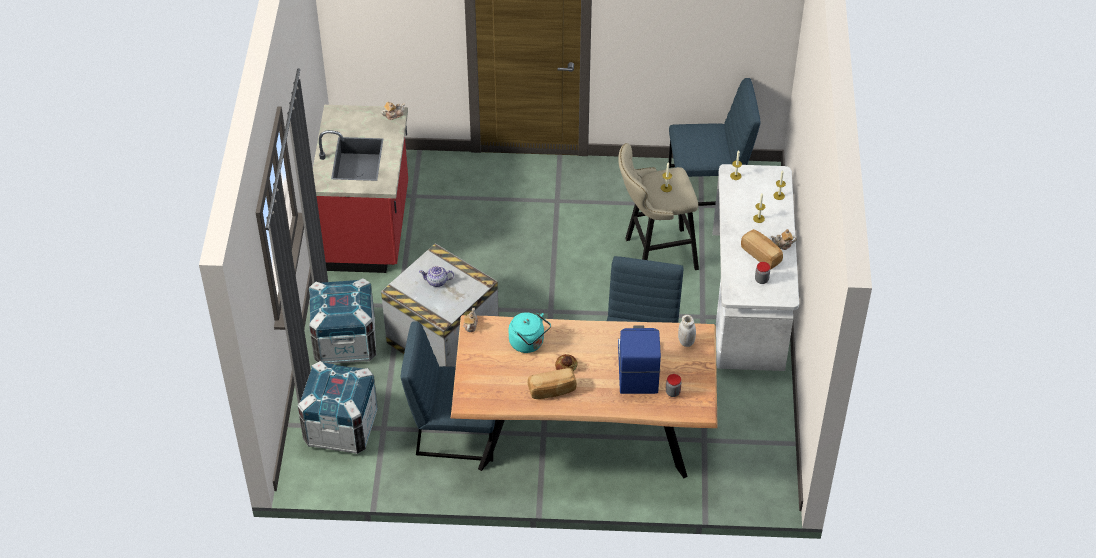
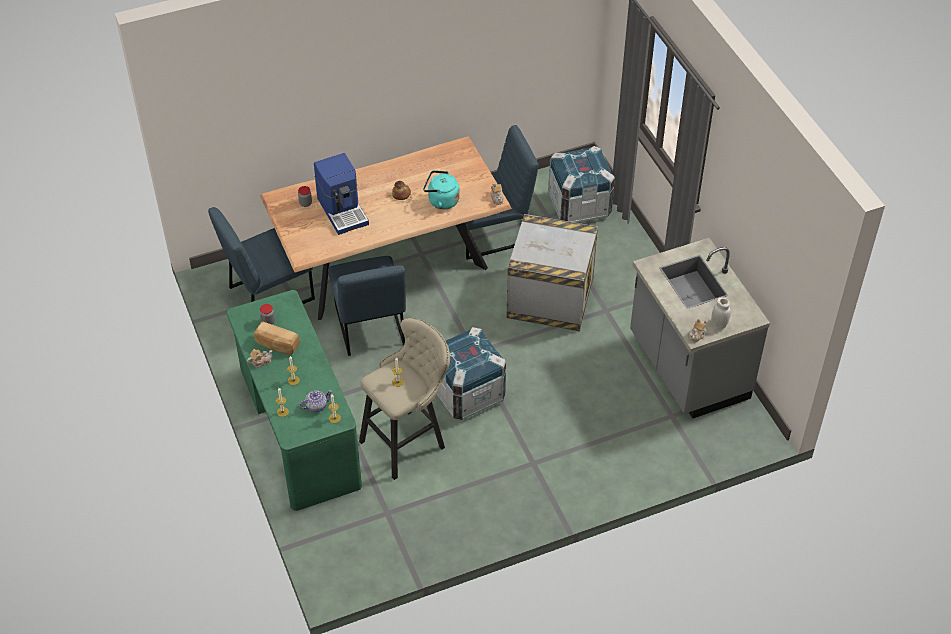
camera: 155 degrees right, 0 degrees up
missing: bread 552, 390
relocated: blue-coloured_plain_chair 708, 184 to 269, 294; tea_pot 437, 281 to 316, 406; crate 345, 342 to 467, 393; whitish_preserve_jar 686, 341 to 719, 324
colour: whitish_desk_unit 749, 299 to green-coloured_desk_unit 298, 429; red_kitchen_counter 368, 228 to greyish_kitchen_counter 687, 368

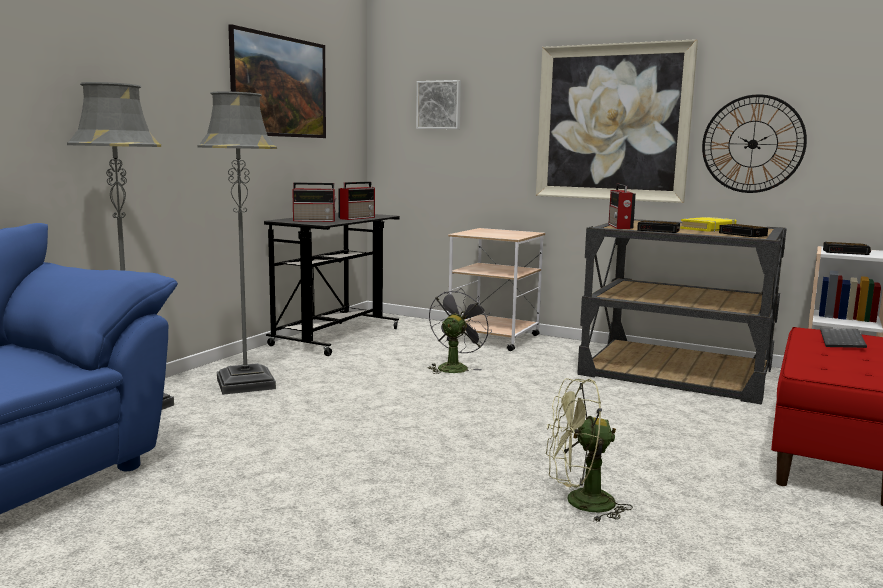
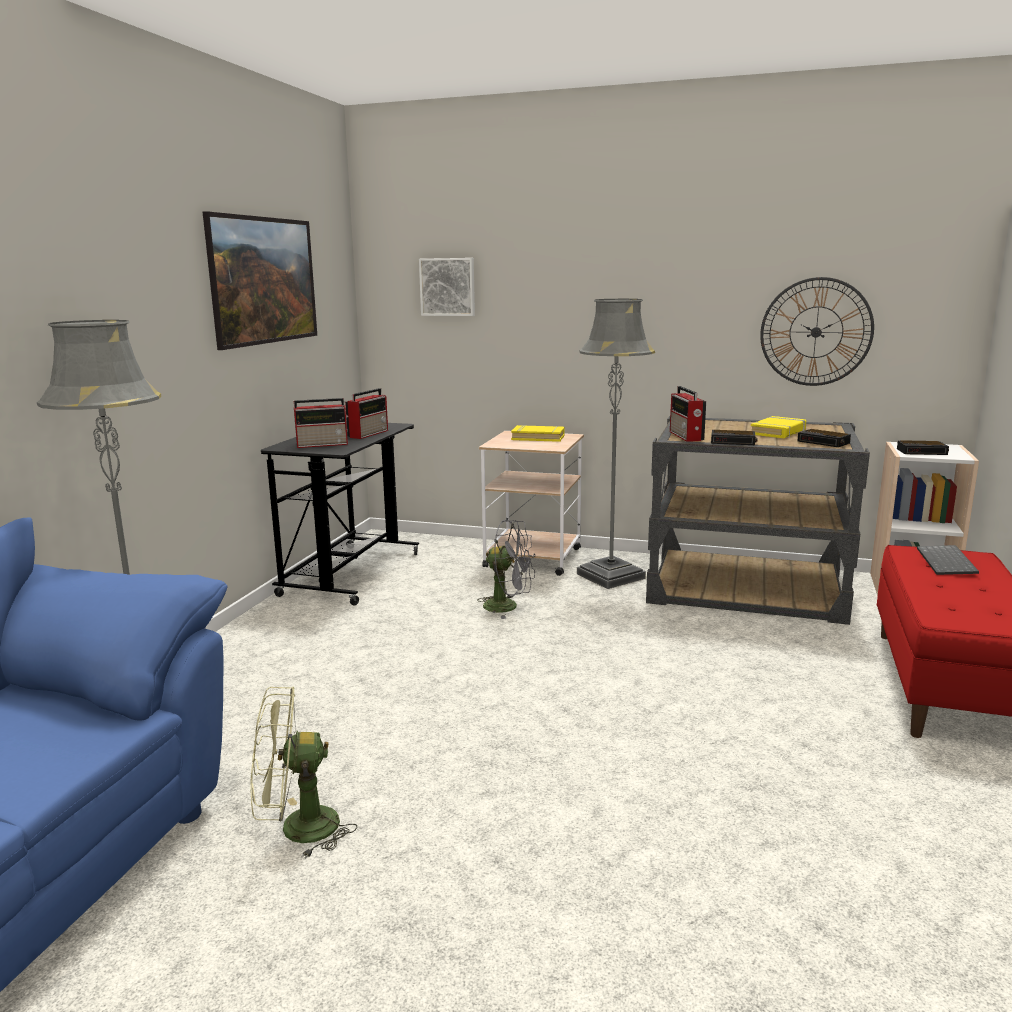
camera: 10 degrees left, 5 degrees up
missing: wall_art 612, 123
appeared: yellowish_book 538, 437
relocated: green-coloured_cooling_fan 580, 503 to 297, 829; greyish_standing_lamp 246, 384 to 611, 576
spun: greyish_cooling_fan 455, 367 = 508, 607 90 degrees clockwise

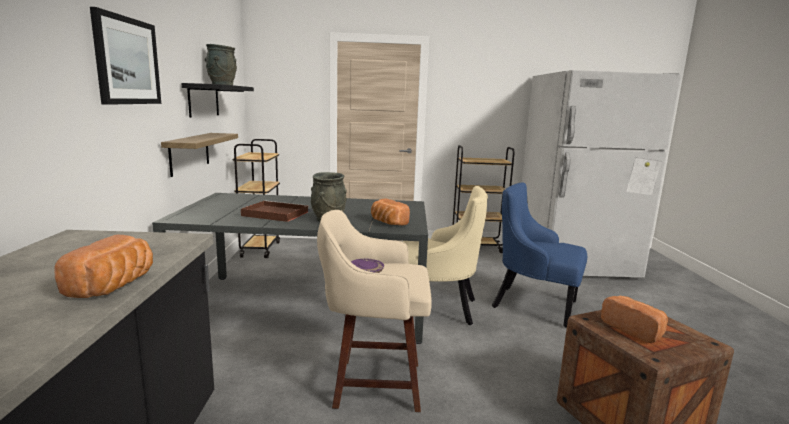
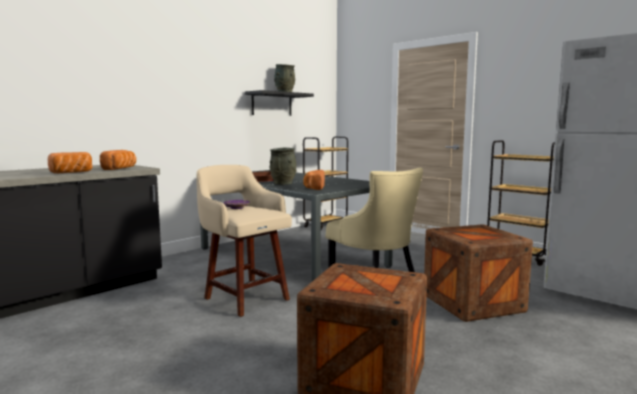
camera: 45 degrees right, 5 degrees down
missing: wall_art 127, 61; wall_shelf 189, 153
relocated: bread 634, 330 to 121, 169
exchanged: blue-coloured_plain_chair 536, 305 to crate 472, 303

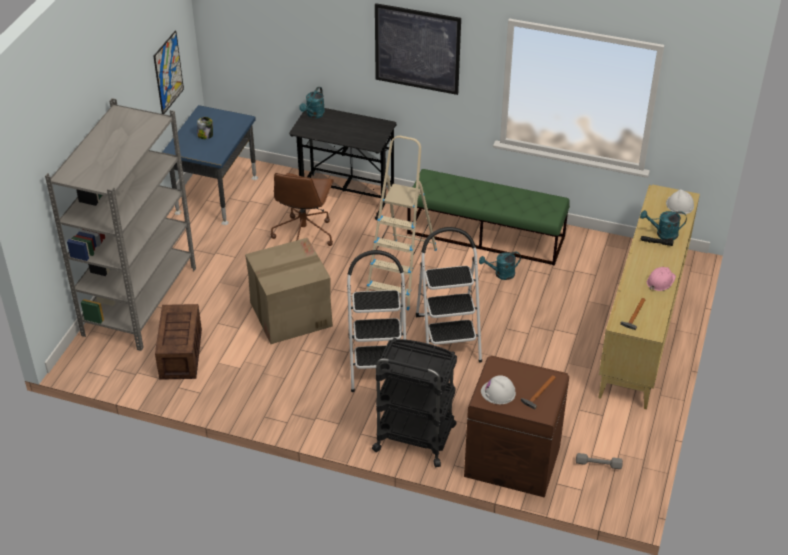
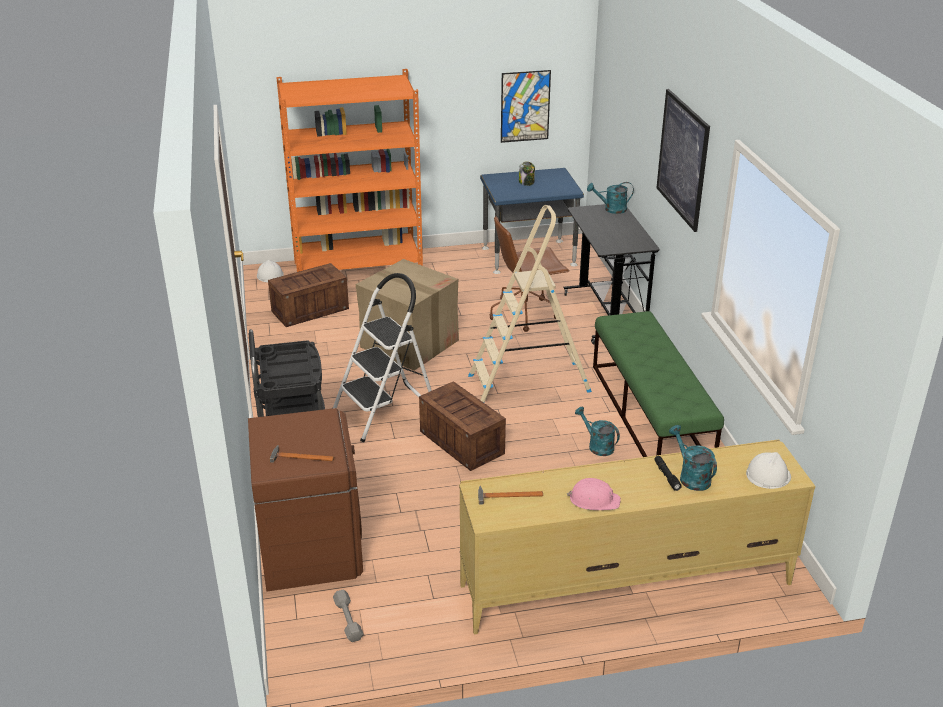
camera: 60 degrees right, 10 degrees down
relocated: whitish_work_helmet 498, 392 to 270, 275
exchanged: step_ladder 448, 337 to crate 463, 443
colour: greyish_bookcase 140, 301 to orangey_bookcase 358, 271

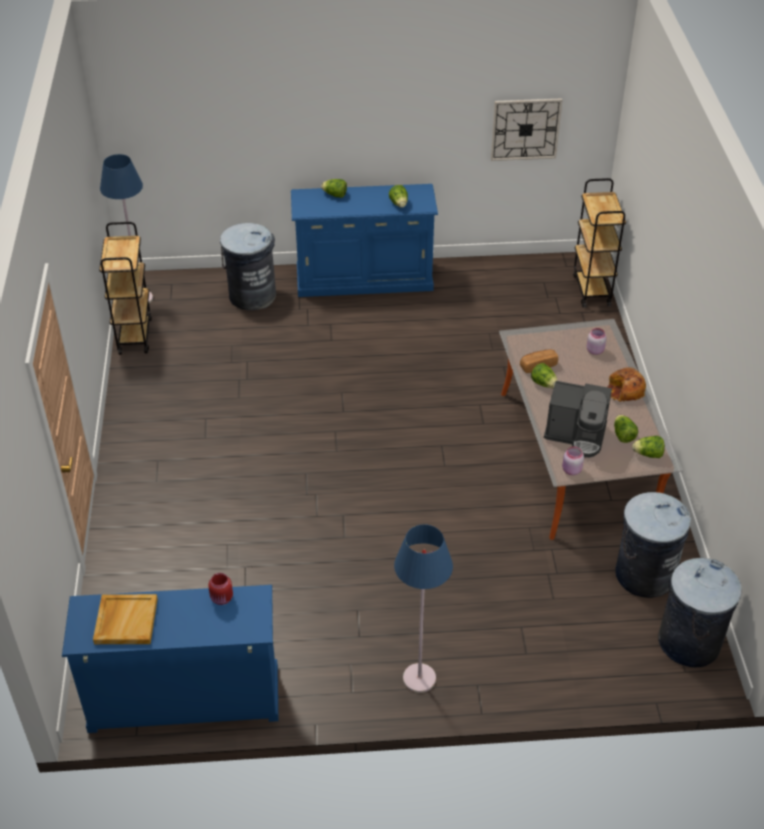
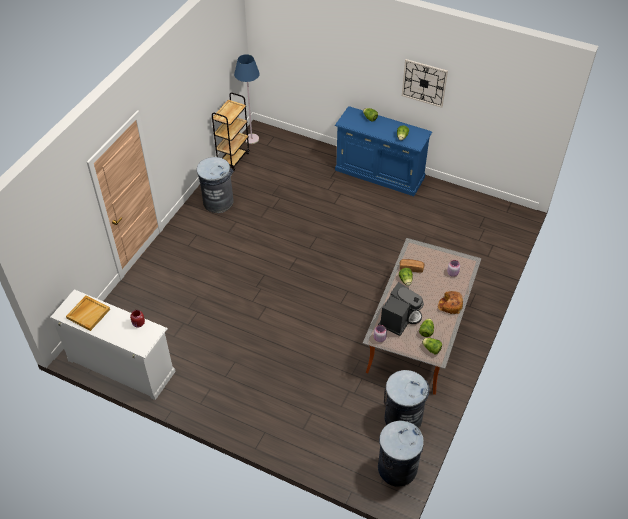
camera: 30 degrees right, 5 degrees up
missing: blue-coloured_standing_lamp 419, 678; brownish_trolley 592, 291
relocated: greyish_rubbish_bin 252, 295 to 218, 202; wall_clock 525, 129 to 424, 83
colour: blue-coloured_cupboard 184, 698 to whitish_cupboard 121, 366
spun: coffee_machine 576, 435 = 399, 319 105 degrees counterclockwise

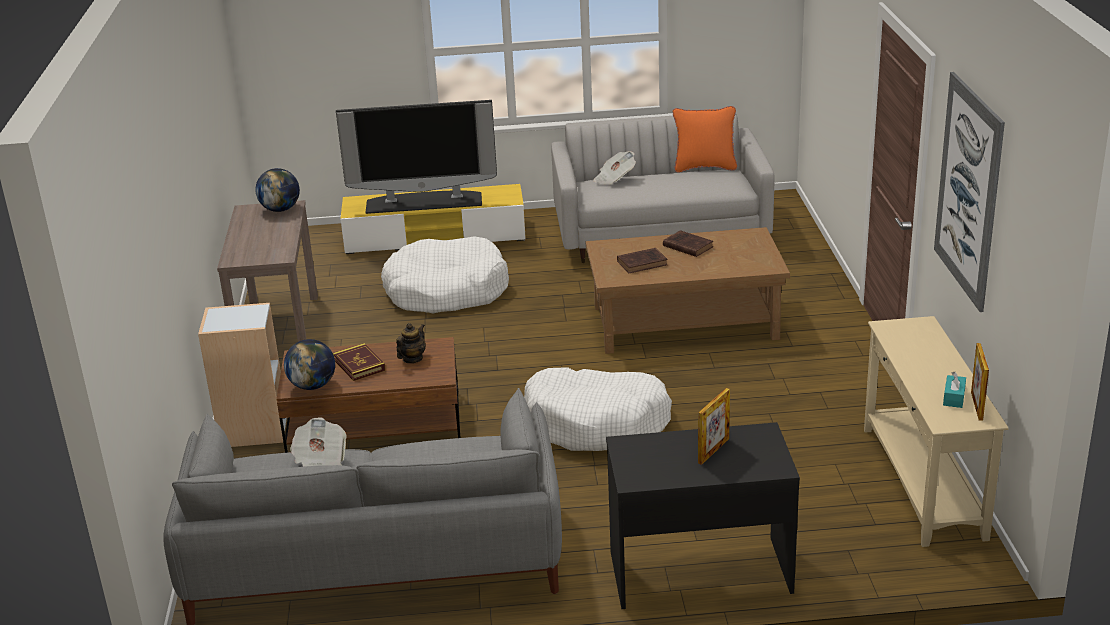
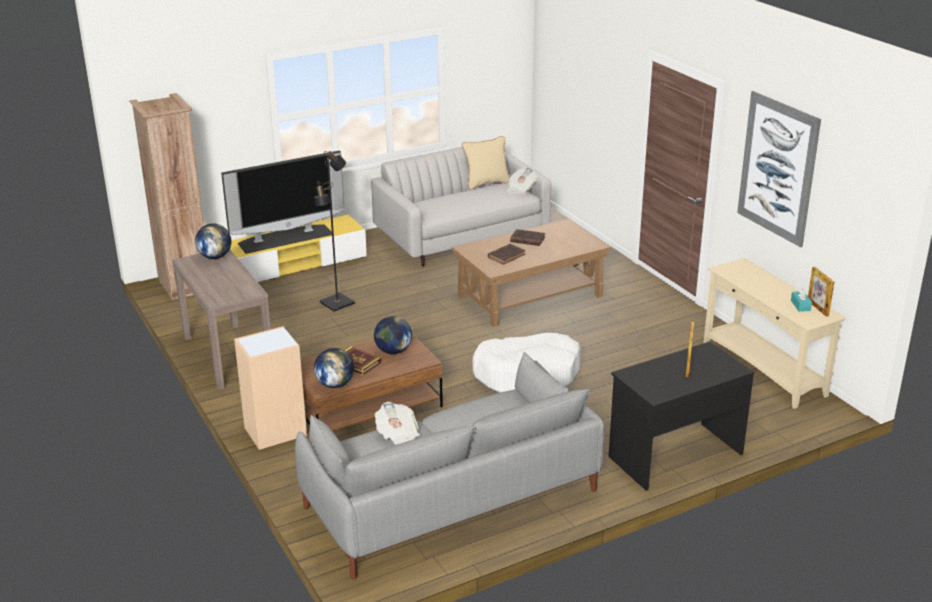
camera: 25 degrees left, 0 degrees up
appeared: brownish_cupboard 185, 285
relocated: printed_paper 614, 179 to 520, 189
exchanged: whitish_dog_cushion 446, 291 to black-coloured_standing_lamp 337, 303; tea_pot 412, 359 to globe 393, 351
colour: orangey_throw_pillow 704, 167 to beige-coloured_throw_pillow 486, 183

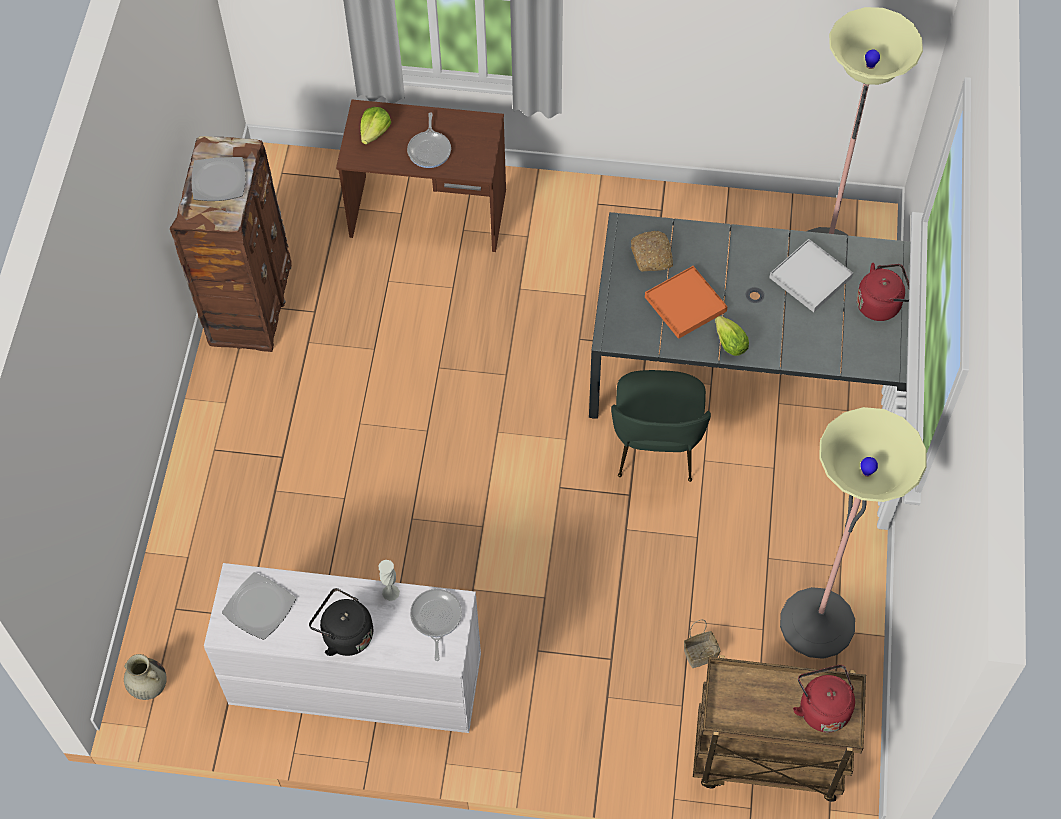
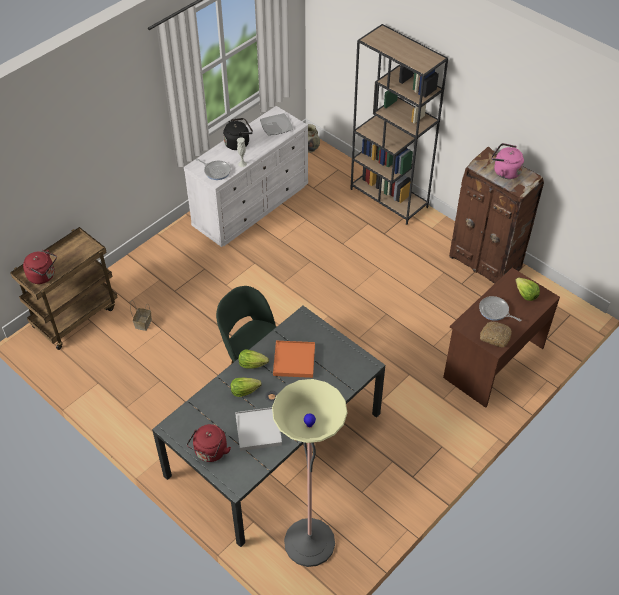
camera: 125 degrees right, 10 degrees down
missing: standing_lamp 817, 623
appeared: head_of_lettuce 244, 391; bookcase 389, 198
relocated: bread 652, 256 to 495, 337
exchanged: plate 218, 181 to pink-coloured_kettle 504, 171

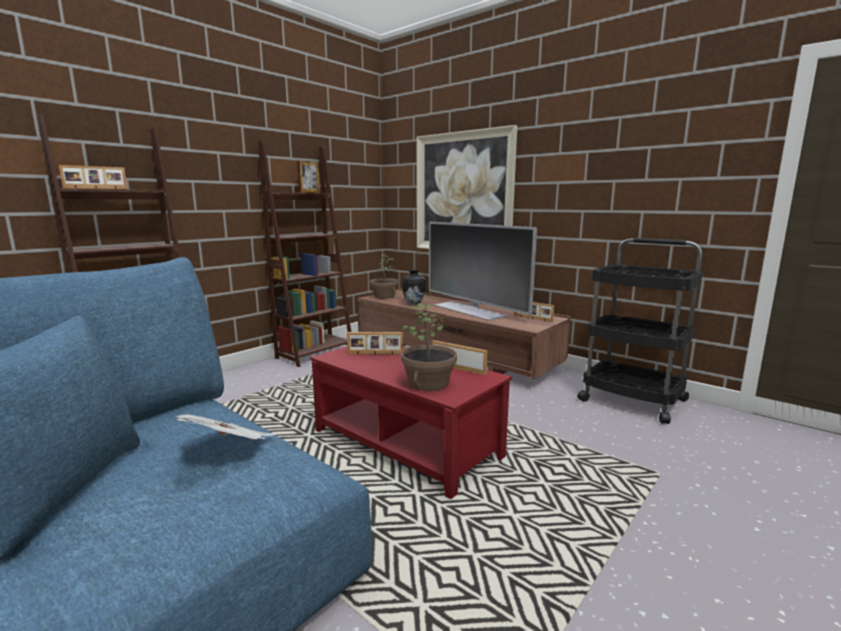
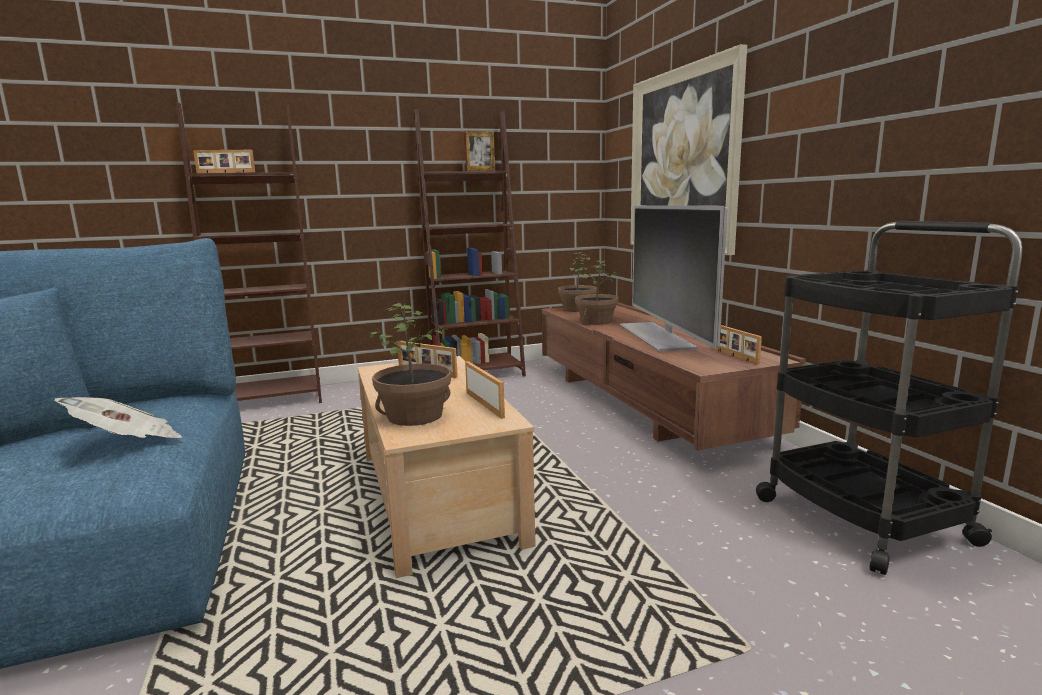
camera: 30 degrees right, 0 degrees up
exchanged: decorative_vase 413, 304 to houseplant 596, 321
colour: red_low_table 404, 444 to beige-coloured_low_table 435, 497

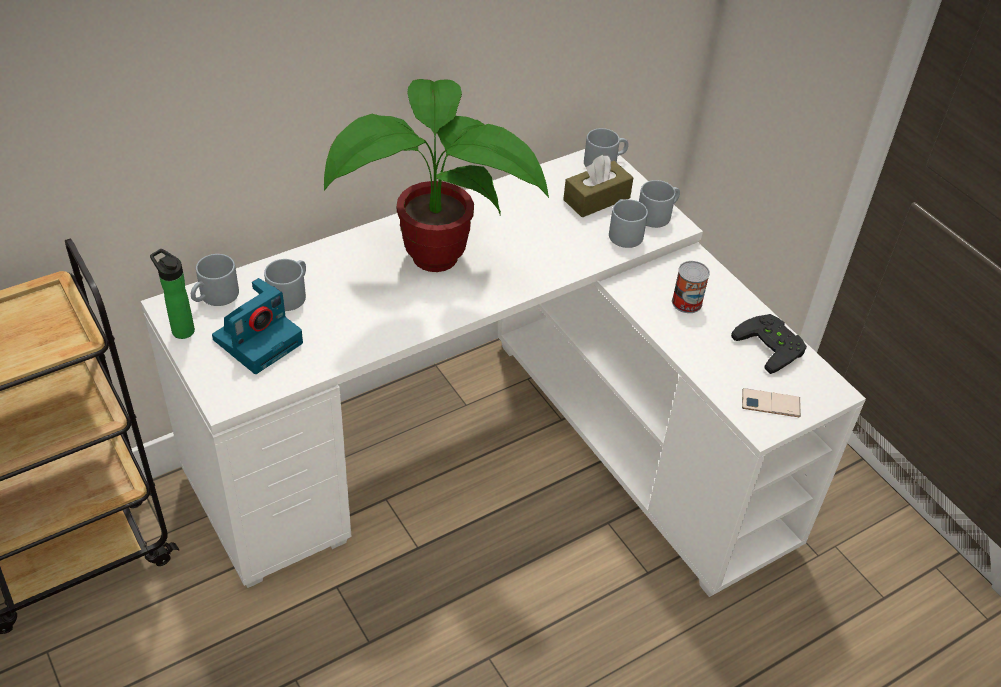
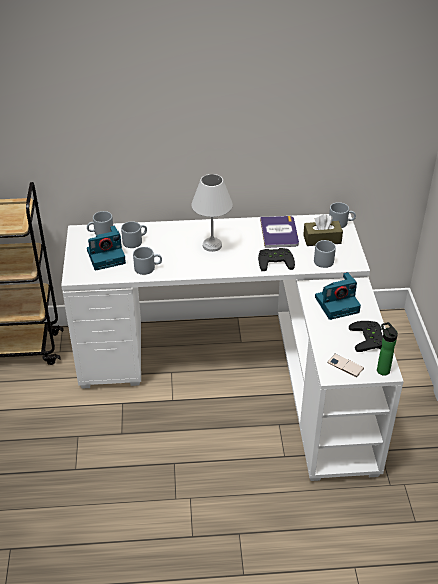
camera: 30 degrees right, 5 degrees down
appeared: black-coloured_game_controller 275, 260; book 279, 232
relocated: greyish_tea_mug 657, 214 to 148, 267; drink_bottle 181, 329 to 382, 369
exchanged: houseplant 429, 262 to whitish_table_lamp 211, 245; metal_can 687, 302 to photo_camera 337, 304

